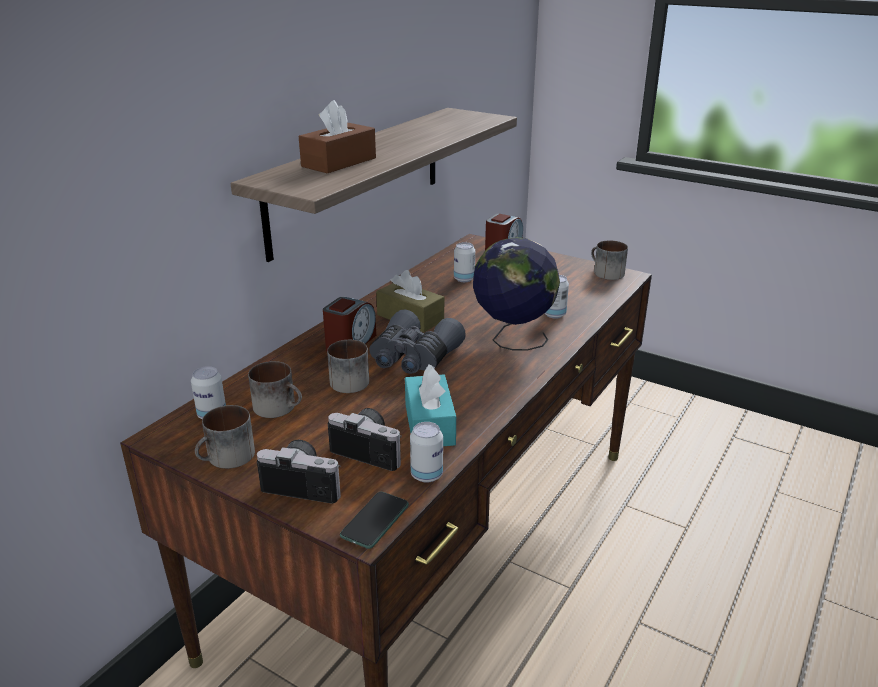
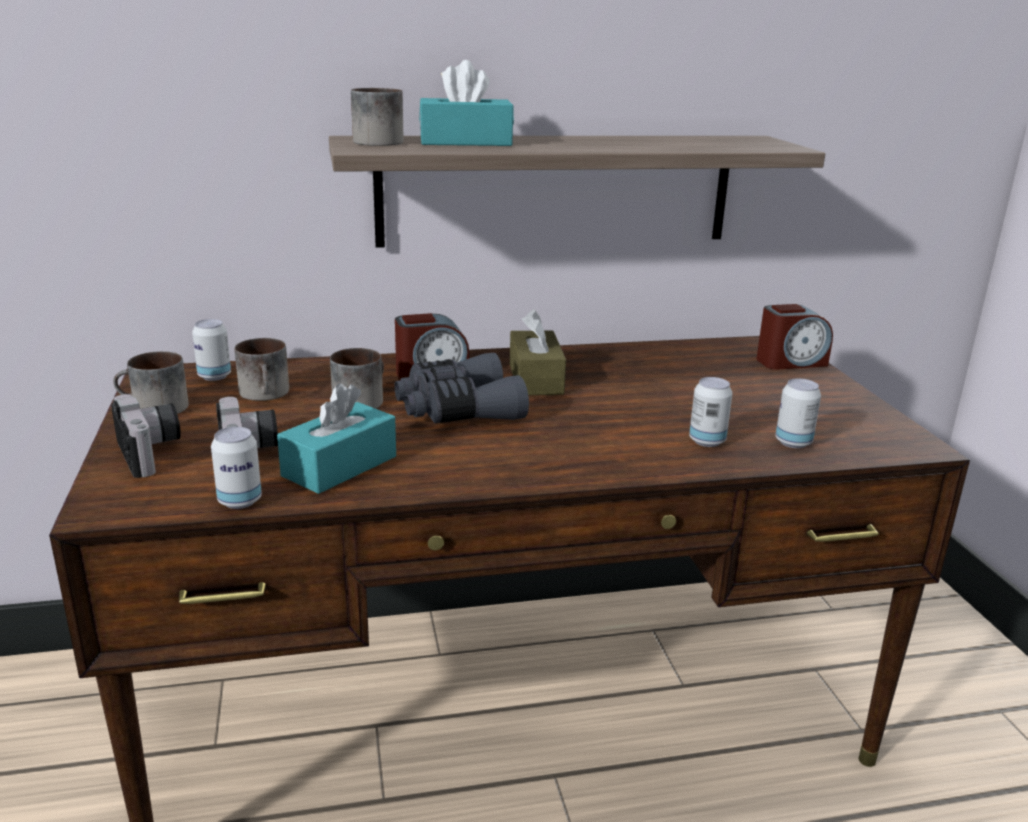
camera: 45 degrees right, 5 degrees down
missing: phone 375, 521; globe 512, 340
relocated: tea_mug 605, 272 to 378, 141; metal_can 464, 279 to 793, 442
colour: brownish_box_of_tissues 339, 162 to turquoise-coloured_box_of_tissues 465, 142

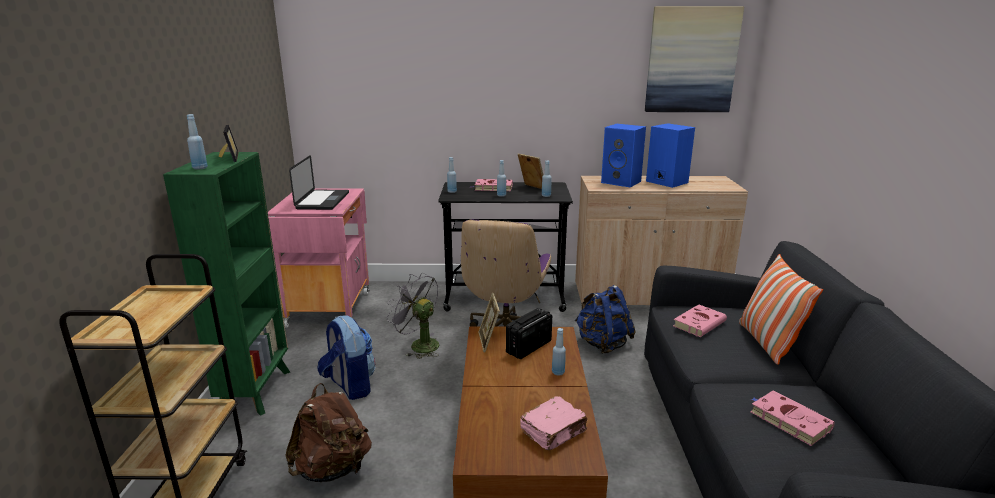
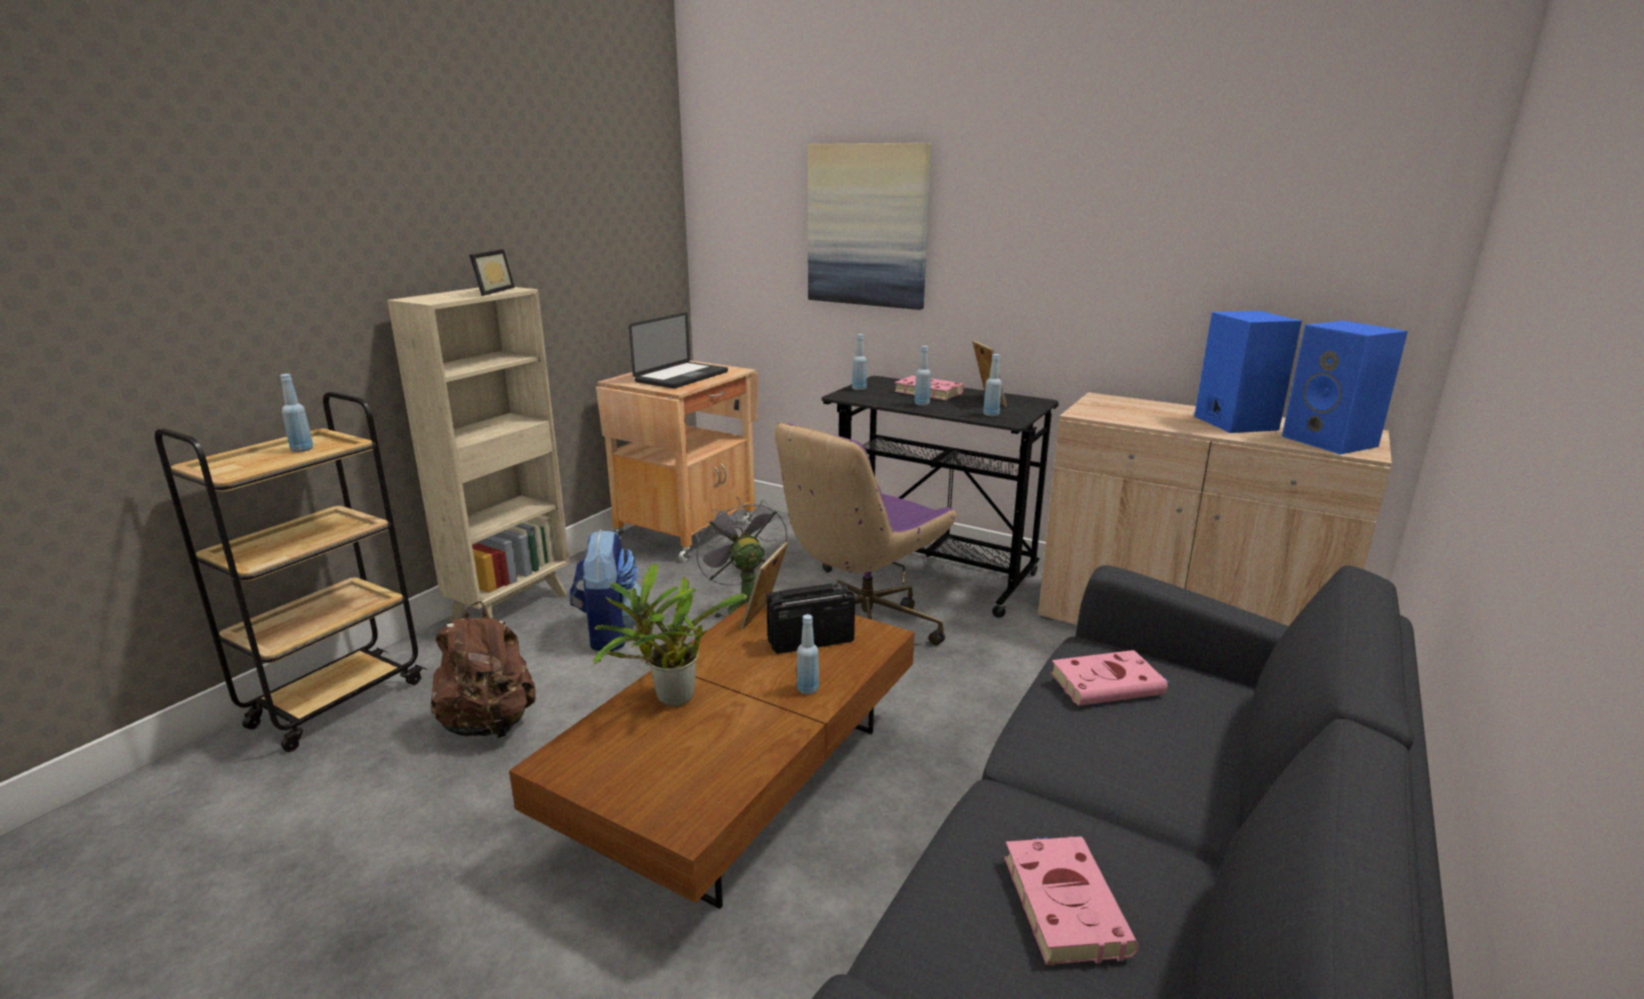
camera: 30 degrees right, 0 degrees up
missing: pink-coloured_book 554, 432; blue-coloured_rucksack 602, 344; throw_pillow 767, 343
appeared: houseplant 669, 699
relocated: blue-coloured_drink_bottle 200, 168 to 302, 449; wall_art 691, 60 to 867, 226; blue-coloured_loudspeaker 622, 182 to 1332, 441
colour: green-coloured_bookcase 256, 390 to beige-coloured_bookcase 512, 605; pink-coloured_trolley 329, 308 to brownish_trolley 687, 531

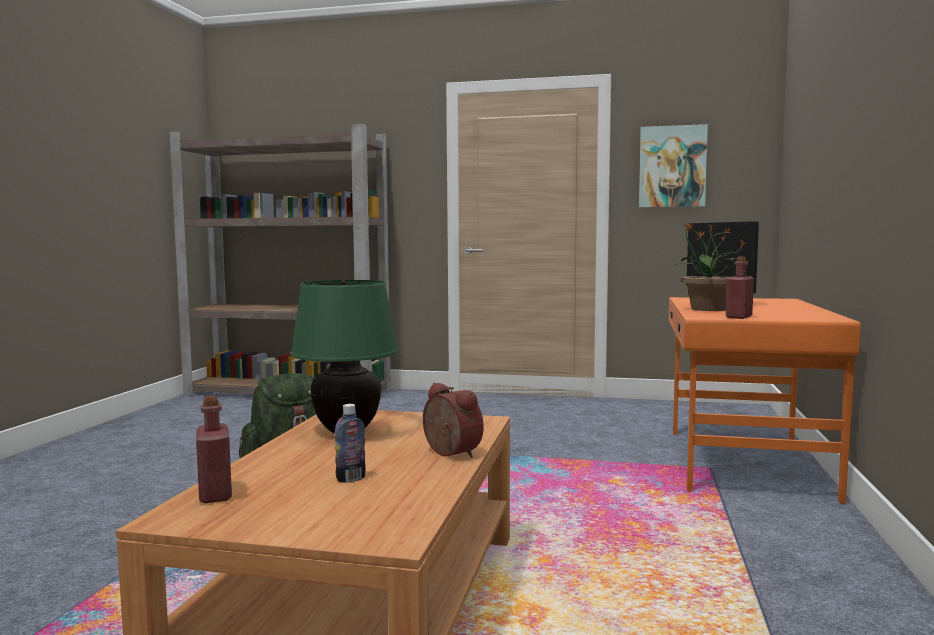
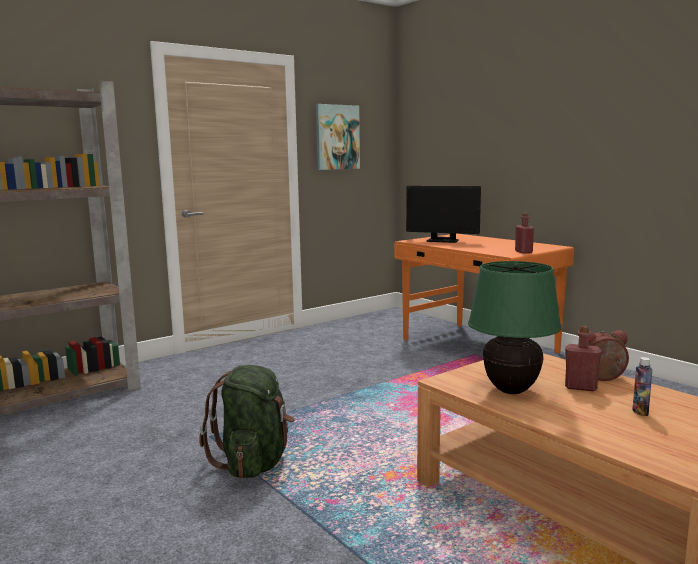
camera: 50 degrees left, 5 degrees up
missing: houseplant 707, 309
relocated: red_drink_bottle 215, 495 to 580, 387

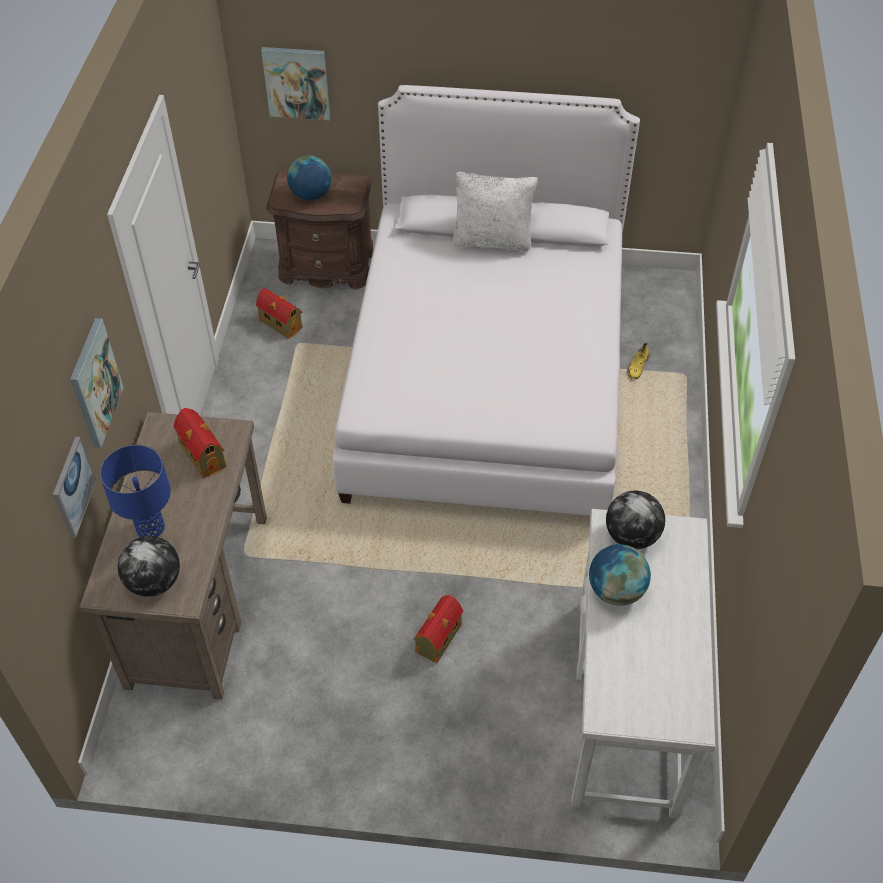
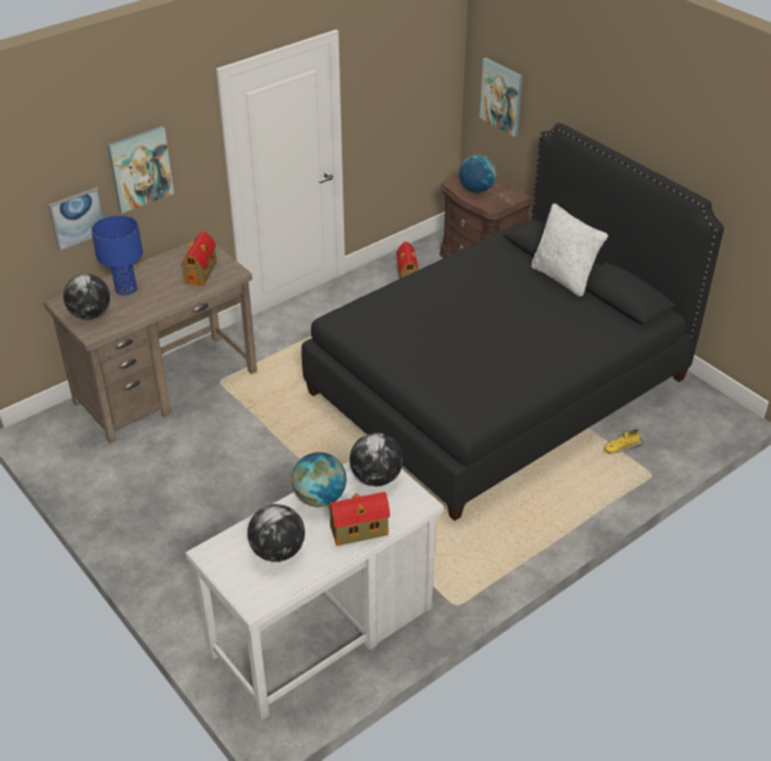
camera: 45 degrees right, 10 degrees down
appeared: globe 277, 552
relocated: model_house 437, 639 to 357, 531
colour: whitish_sleeping_bed 486, 378 to black-coloured_sleeping_bed 498, 385

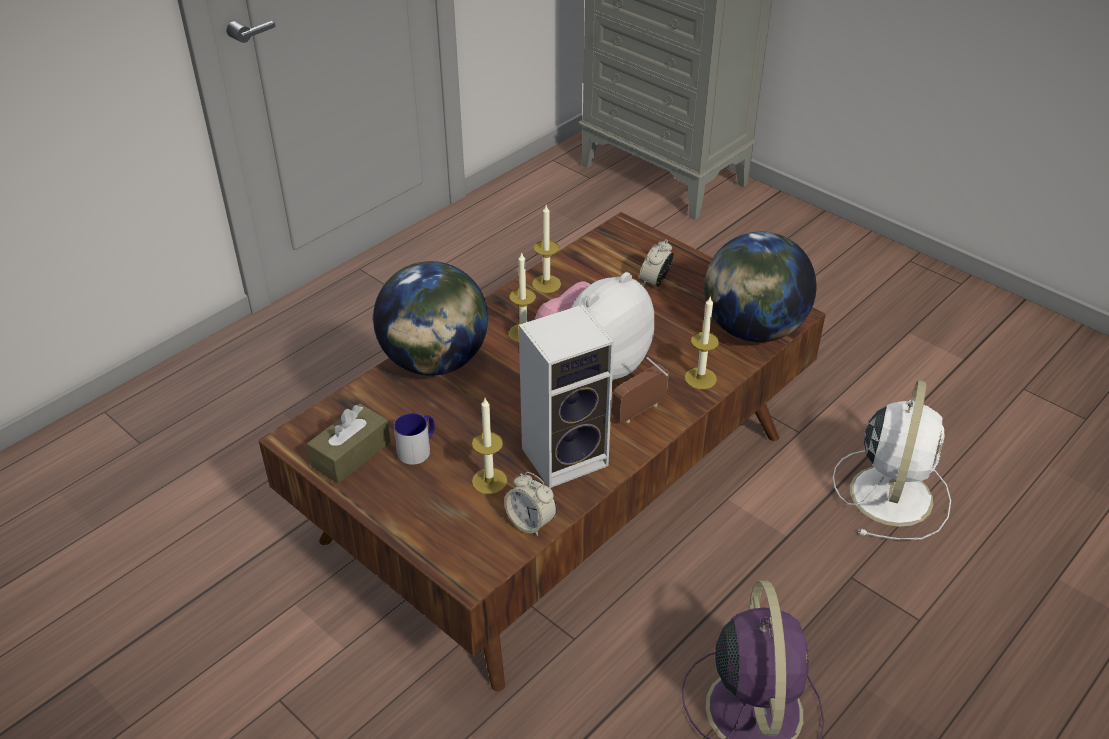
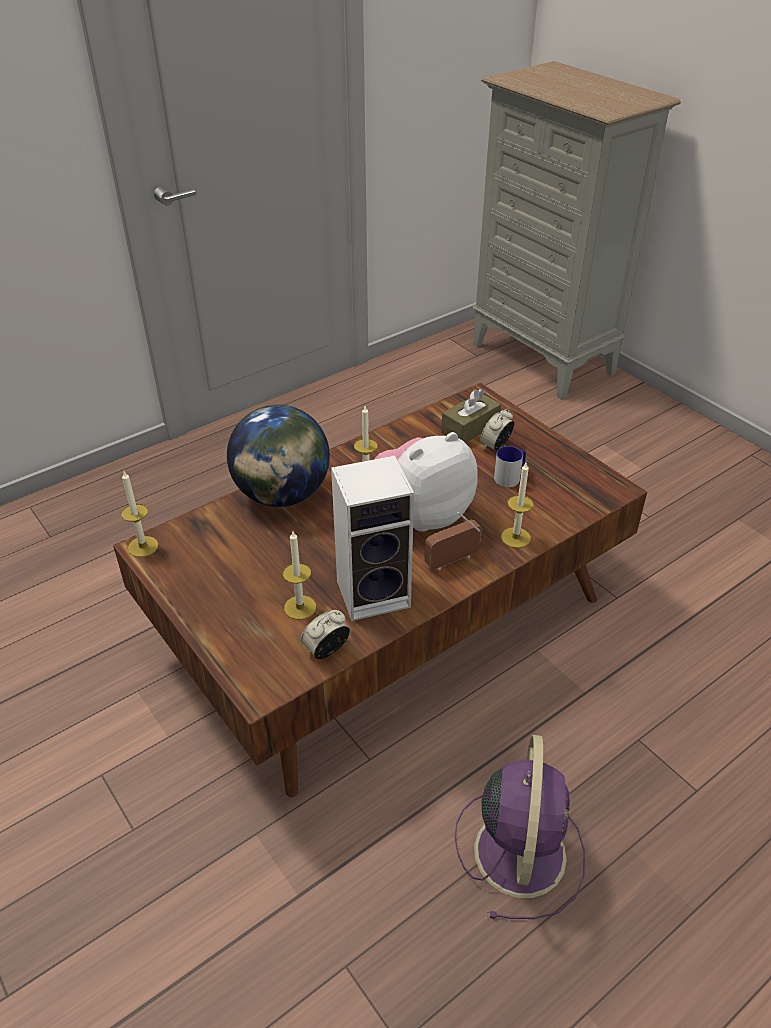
camera: 10 degrees right, 0 degrees up
missing: globe 752, 329; whitish_cooling_fan 891, 493
relocated: wax_candle 546, 284 to 143, 546; brownish_box_of_tissues 351, 454 to 470, 428; tea_mug 418, 449 to 510, 477
spun: alarm_clock 530, 522 = 326, 650 90 degrees clockwise

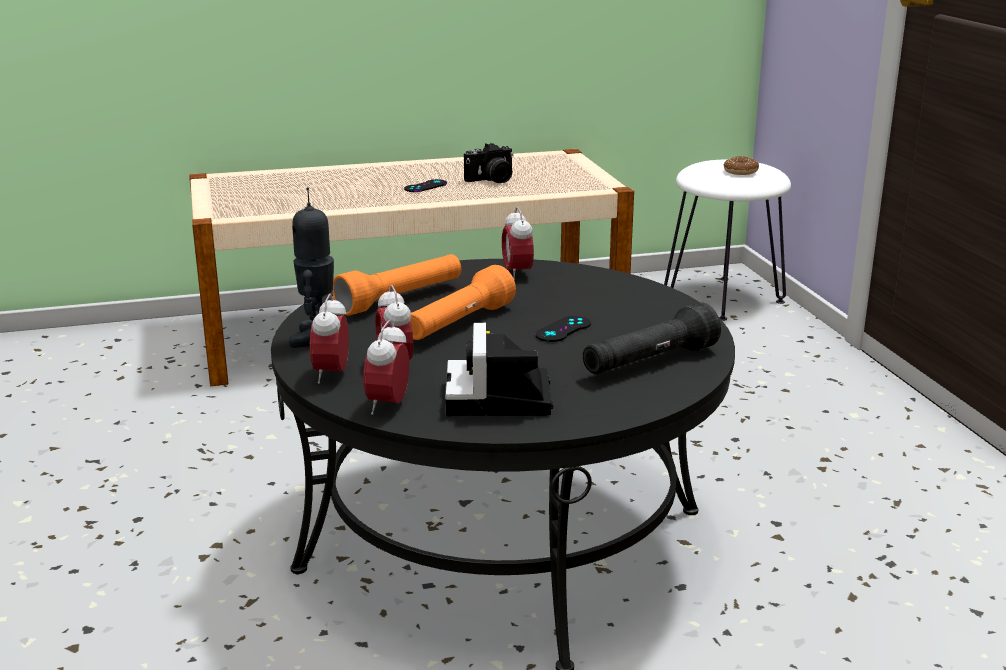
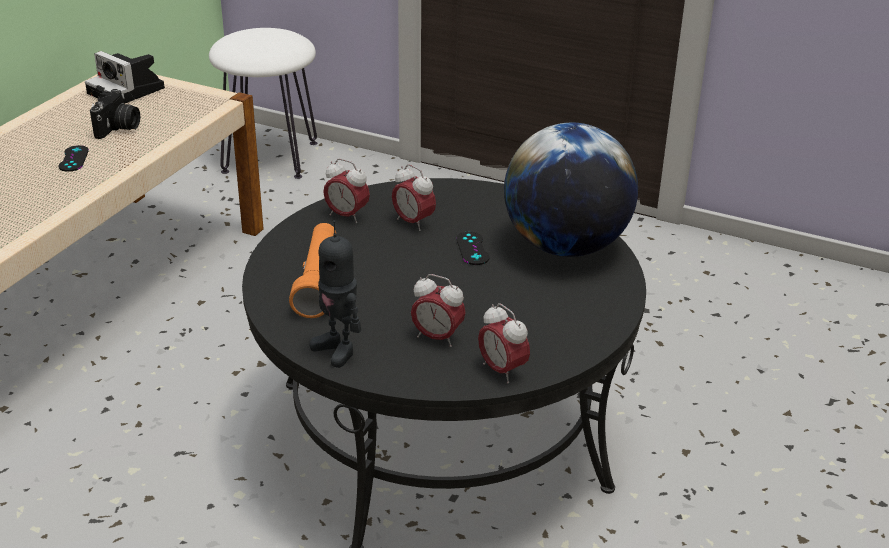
camera: 50 degrees left, 10 degrees up
missing: orangey_hand_torch 458, 324; ring_doughnut 740, 172
relocated: photo_camera 499, 399 to 128, 91; alarm_clock 332, 375 to 413, 222
exchanged: black-coloured_hand_torch 649, 362 to globe 566, 247

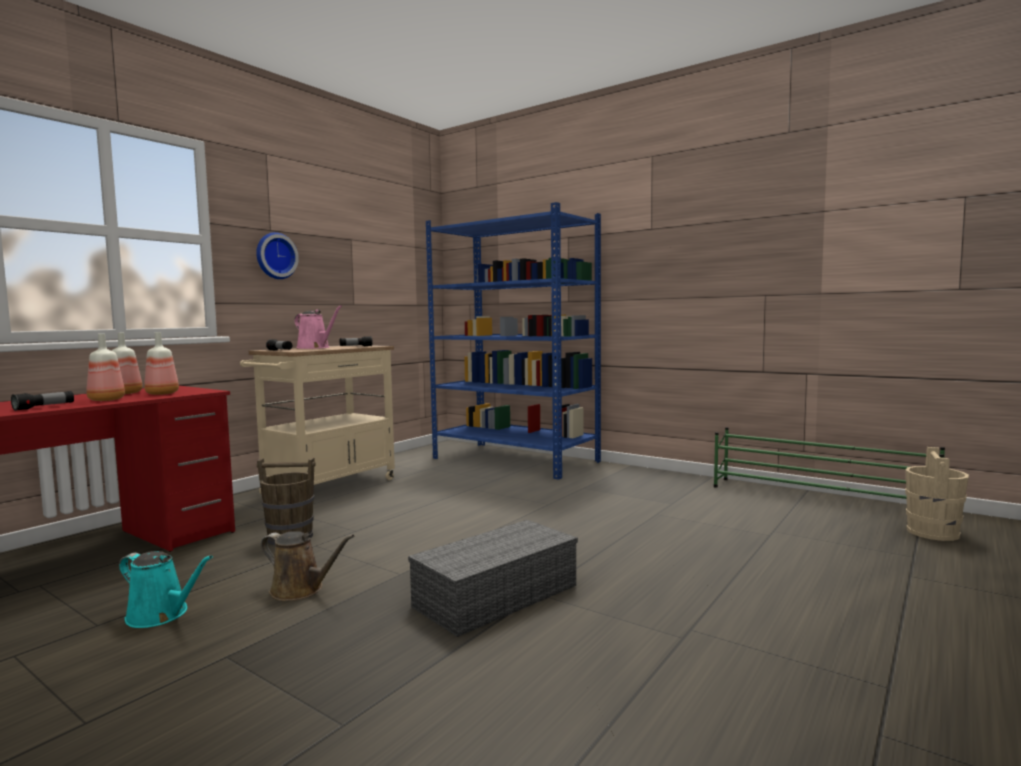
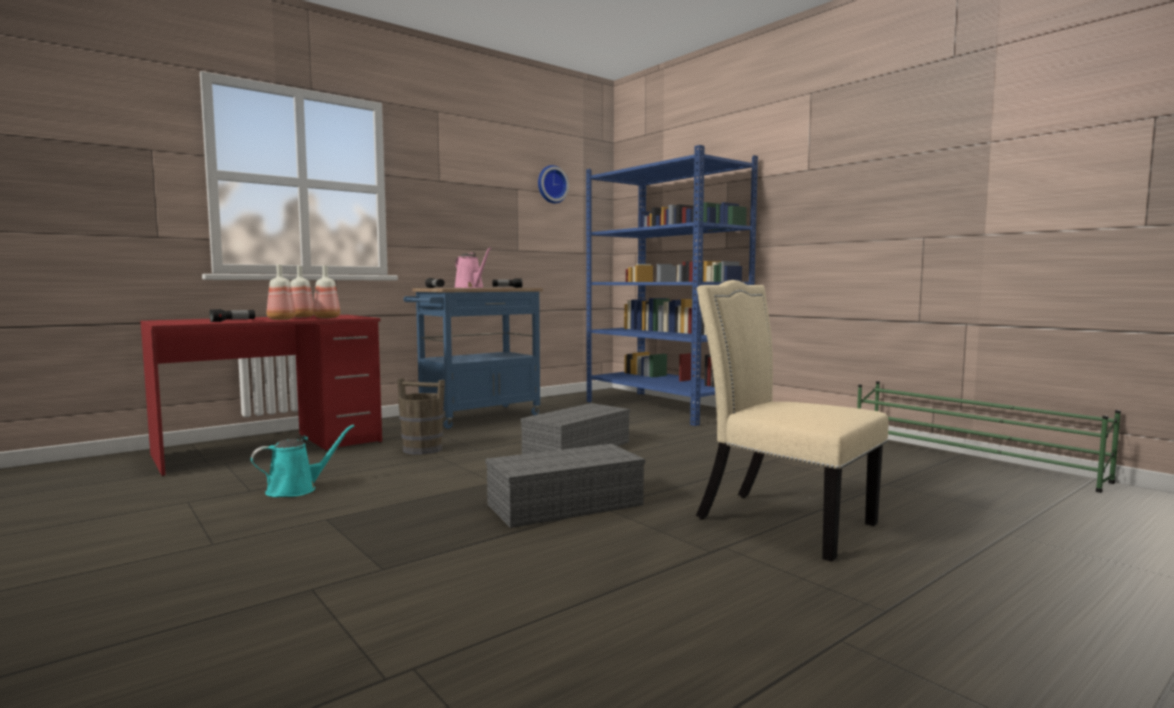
camera: 15 degrees right, 0 degrees up
missing: brownish_sprinkling_can 301, 590; beige-coloured_pail 932, 532
appeared: greyish_storage_box 577, 447; beige-coloured_plain_chair 787, 523
relocated: wall_clock 275, 256 to 551, 184
colour: beige-coloured_trolley 326, 487 to blue-coloured_trolley 476, 417
spun: turquoise-coloured_sprinkling_can 161, 615 = 296, 489 75 degrees counterclockwise

